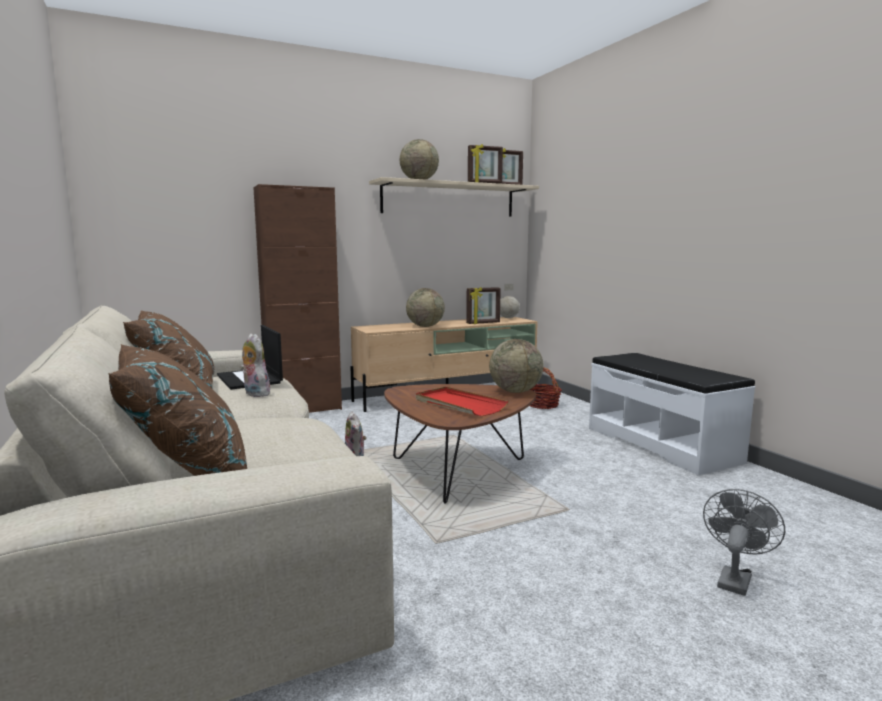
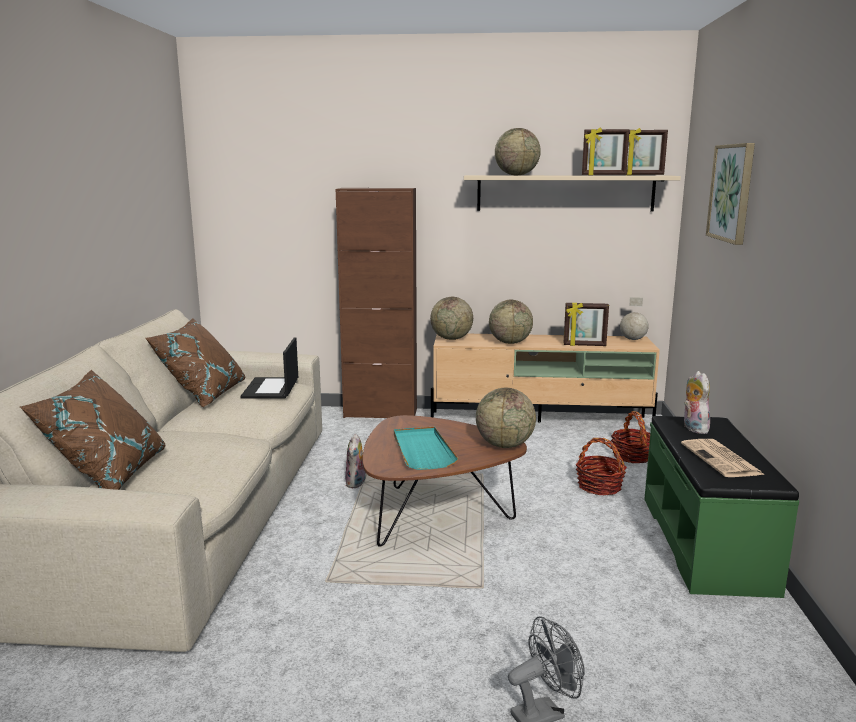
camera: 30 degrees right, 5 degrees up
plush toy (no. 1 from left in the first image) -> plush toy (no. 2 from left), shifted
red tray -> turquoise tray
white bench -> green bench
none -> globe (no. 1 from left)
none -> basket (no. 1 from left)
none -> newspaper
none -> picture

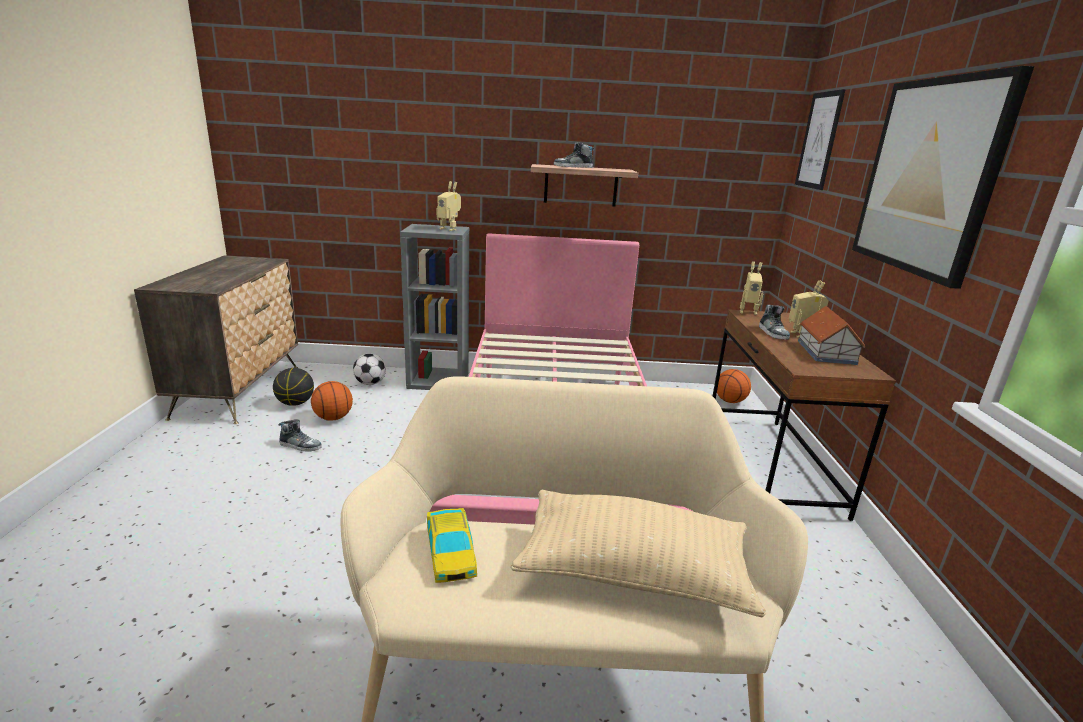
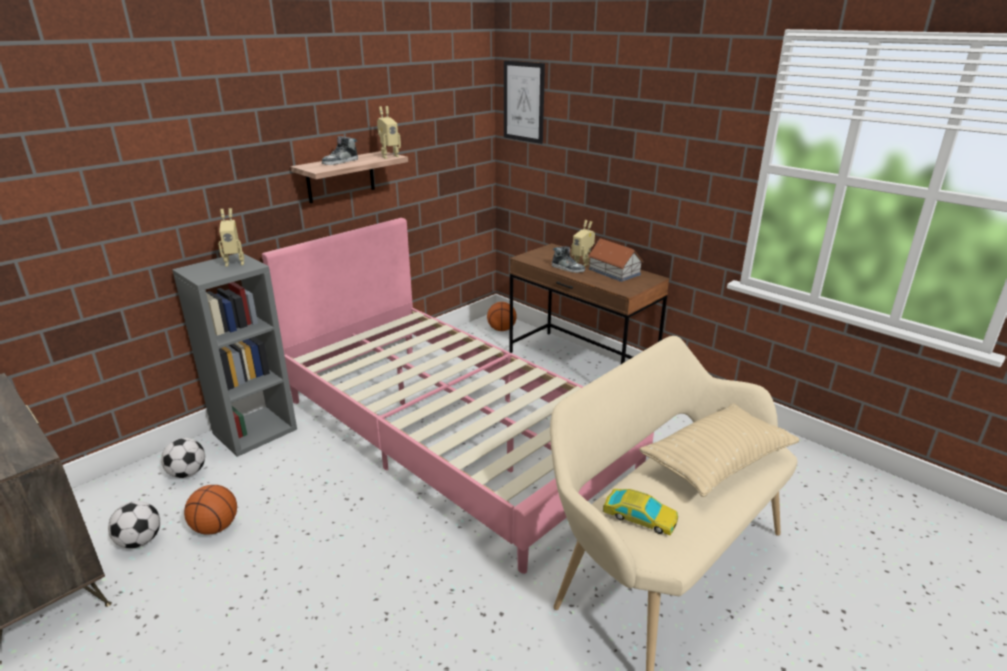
camera: 45 degrees left, 5 degrees up
basketball (no. 1 from left) -> football (no. 1 from left)
shoe (no. 1 from left) -> none
toy robot (no. 2 from left), shifted
picture (no. 2 from left) -> none

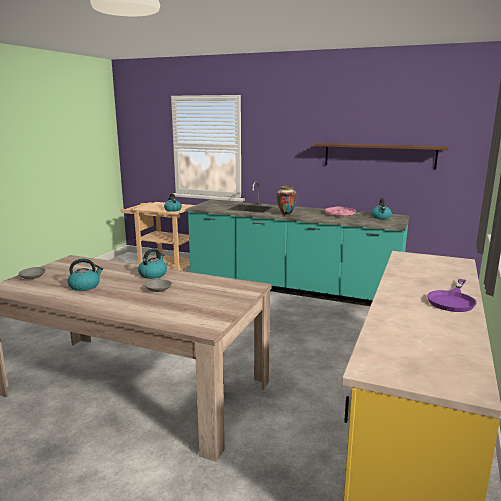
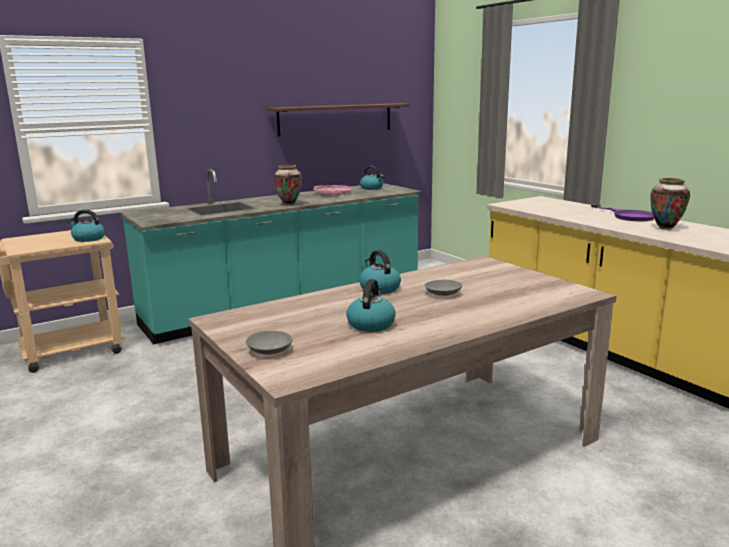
camera: 55 degrees left, 0 degrees up
none -> vase (no. 2 from left)

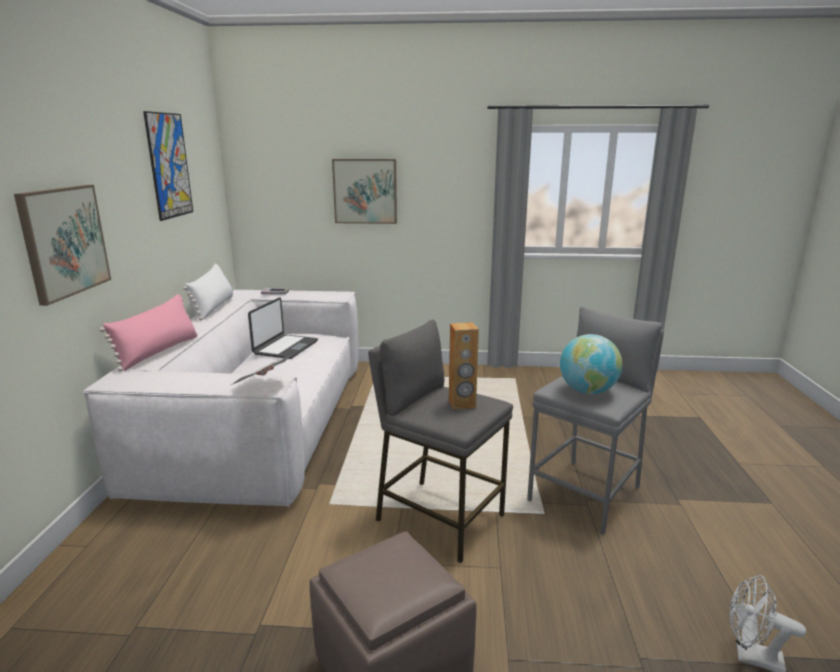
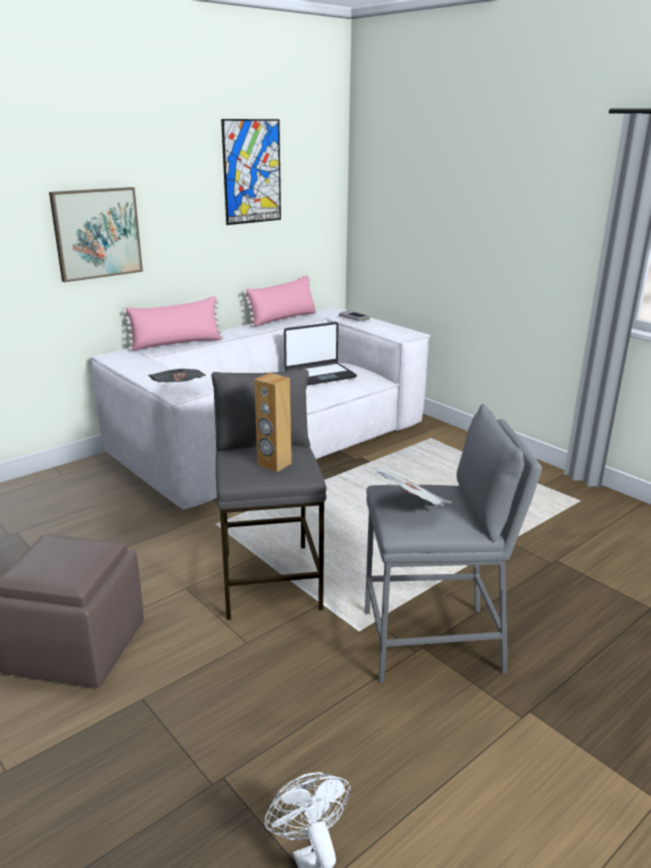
camera: 45 degrees right, 5 degrees up
white pillow -> pink pillow (no. 2 from left)
picture (no. 3 from left) -> none
globe -> newspaper (no. 2 from left)

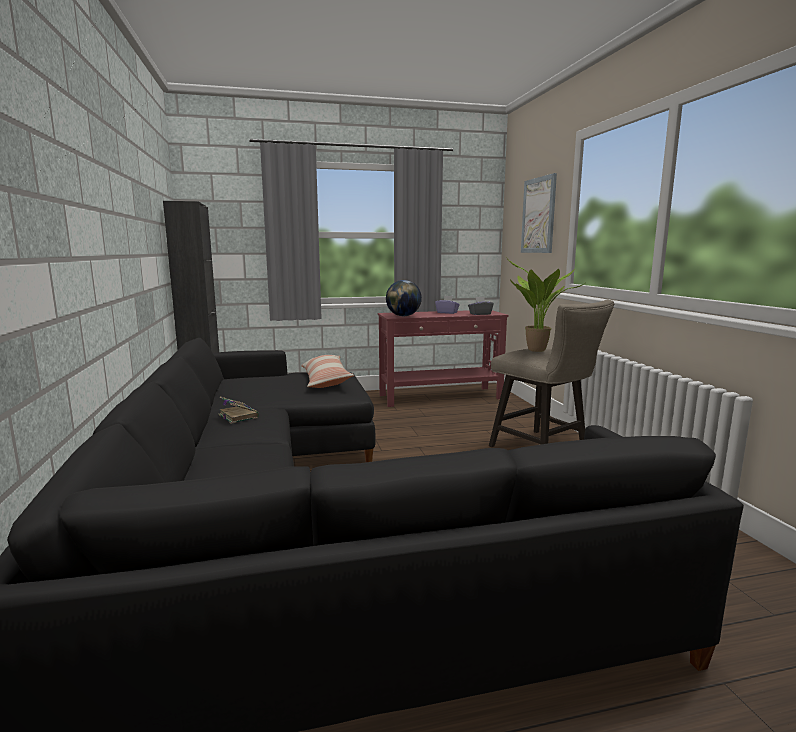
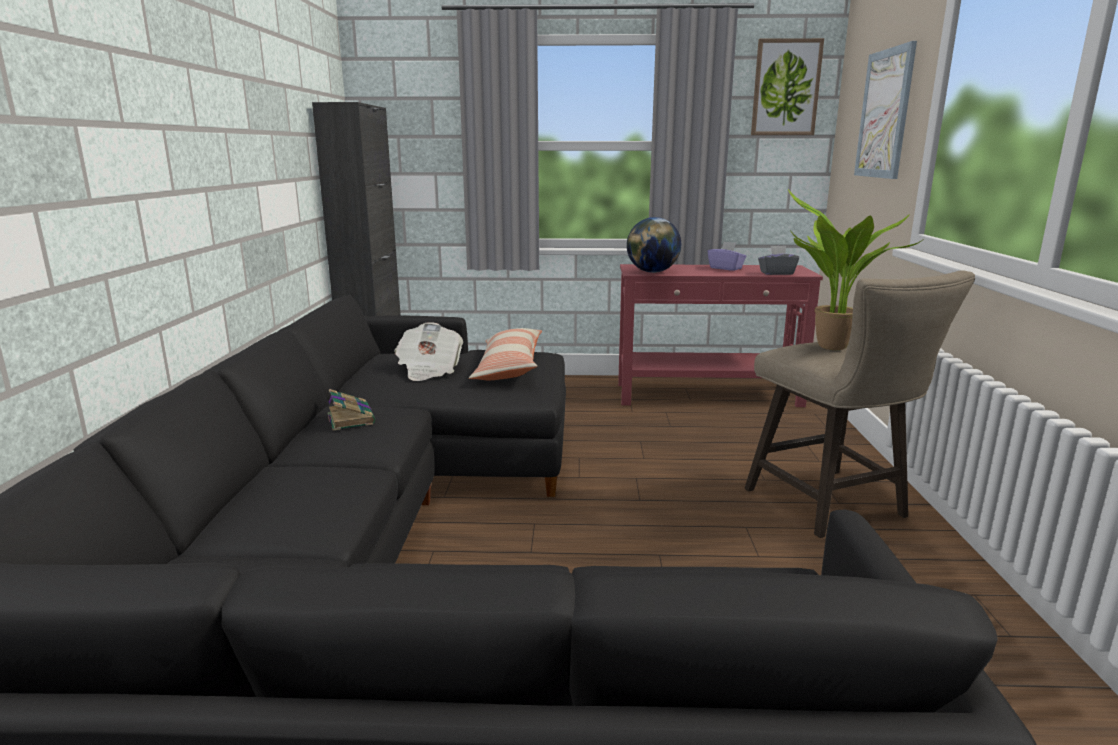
camera: 15 degrees right, 5 degrees up
none -> newspaper
none -> picture (no. 1 from left)

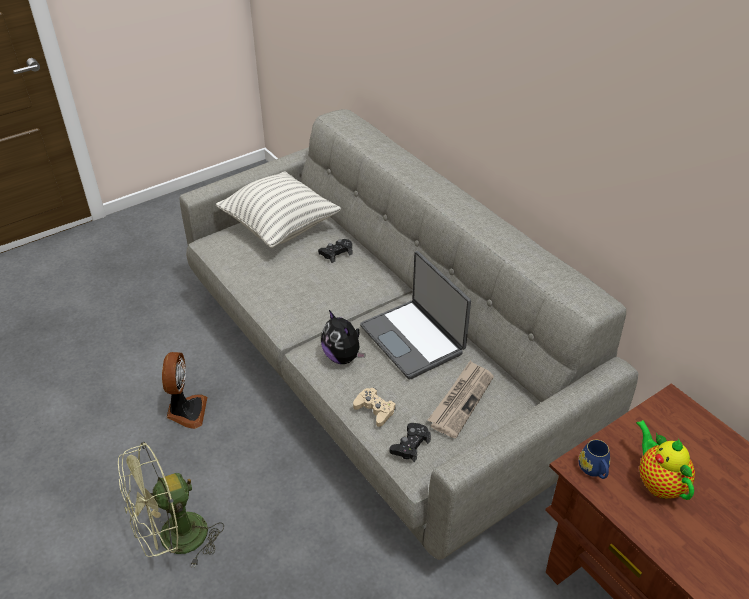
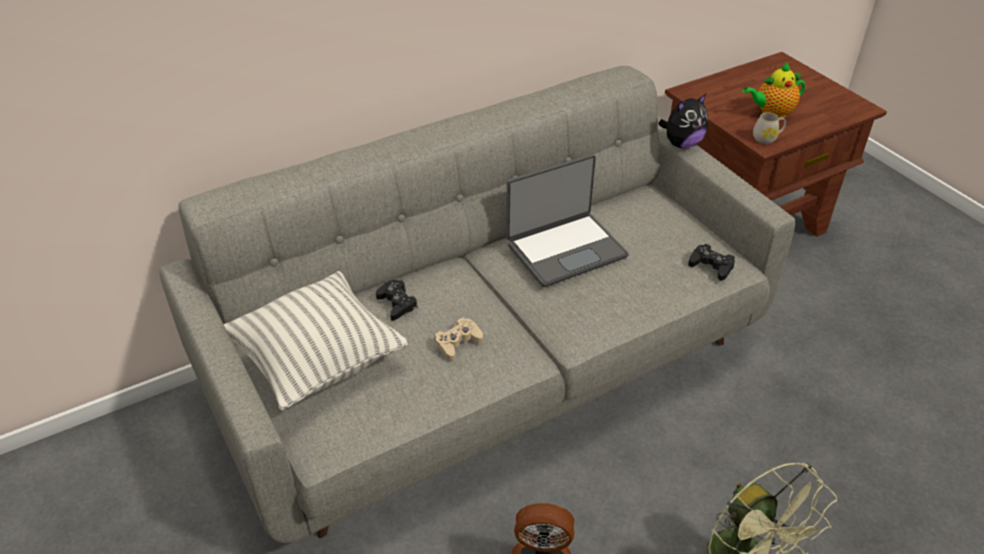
camera: 85 degrees left, 0 degrees up
plush toy, shifted
beige game controller, shifted
newspaper -> none
blue mug -> white mug

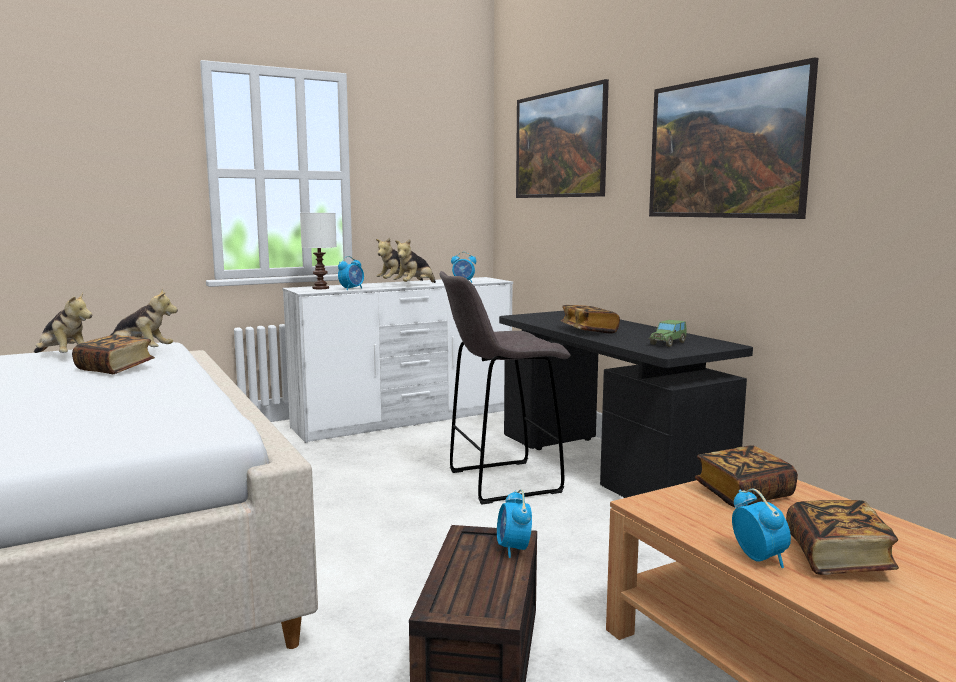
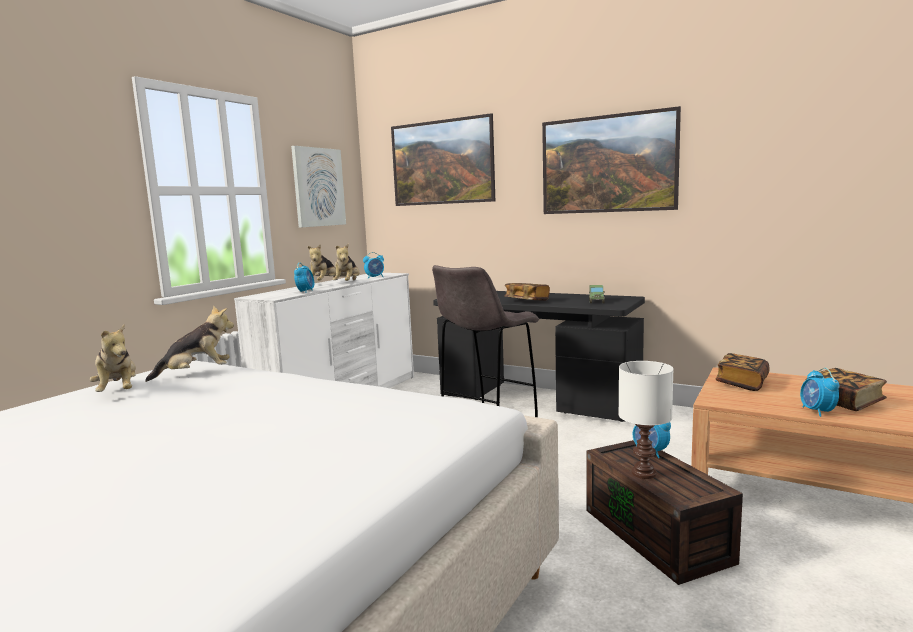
camera: 30 degrees left, 0 degrees up
plush toy (no. 1 from left), 60 degrees clockwise
book (no. 1 from left) -> none
white table lamp, shifted
alarm clock (no. 4 from left), 135 degrees counterclockwise
none -> picture (no. 1 from left)

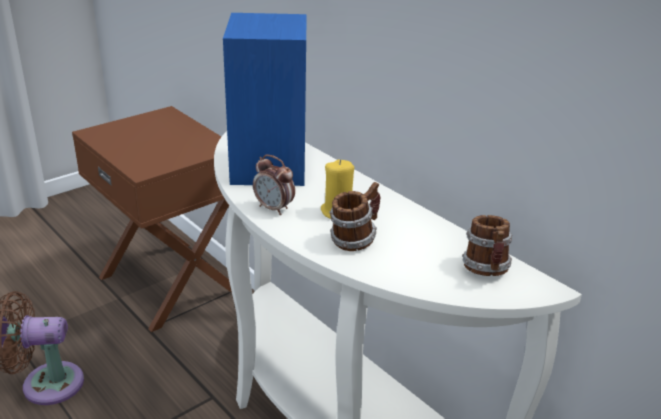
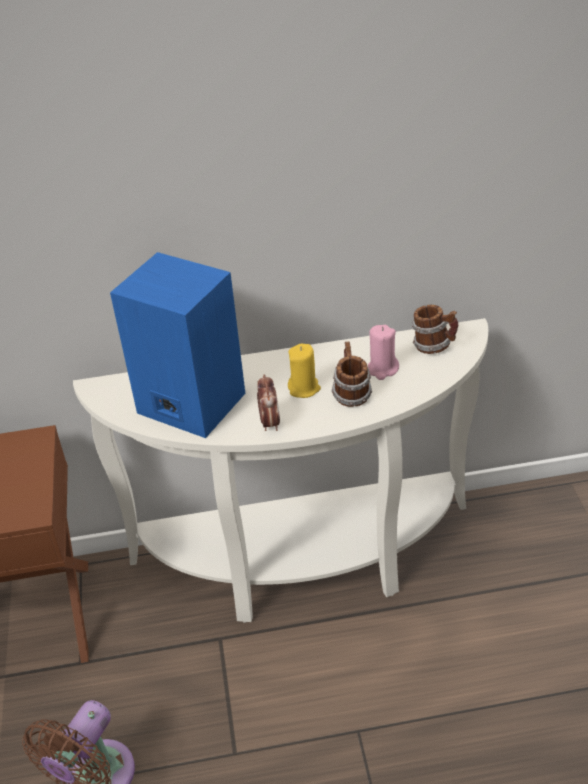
camera: 55 degrees left, 10 degrees up
alarm clock, 75 degrees counterclockwise
none -> pink candle

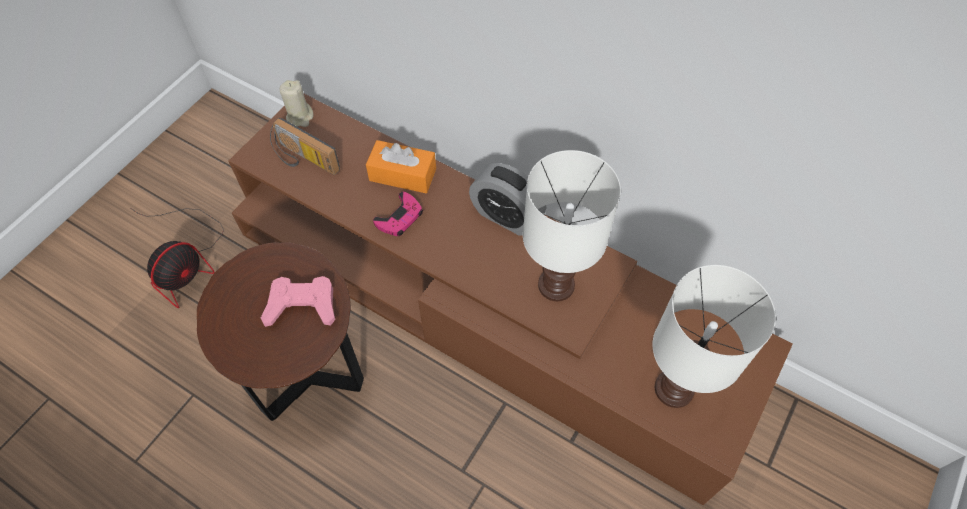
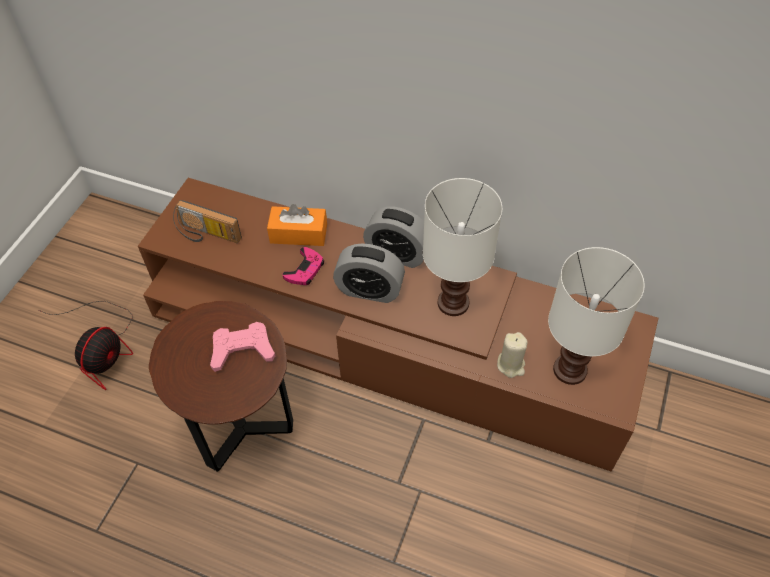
camera: 10 degrees left, 5 degrees down
beige candle, shifted
none -> alarm clock (no. 1 from left)

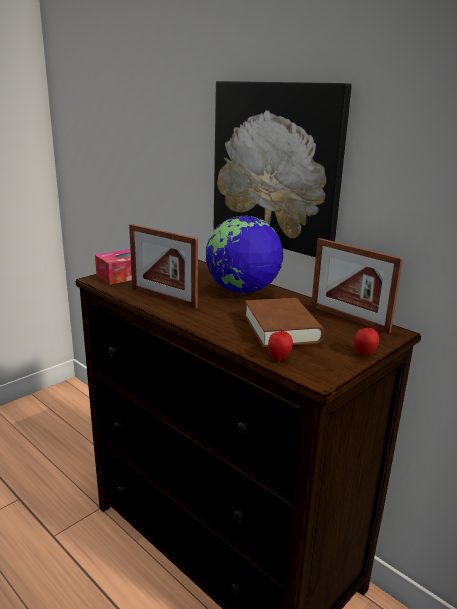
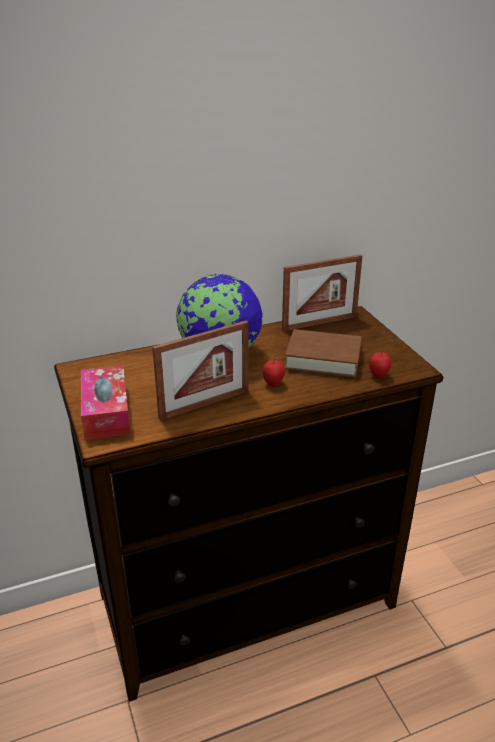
camera: 65 degrees left, 10 degrees up
picture -> none
apple (no. 2 from left in the first image) -> apple (no. 1 from left), shifted

